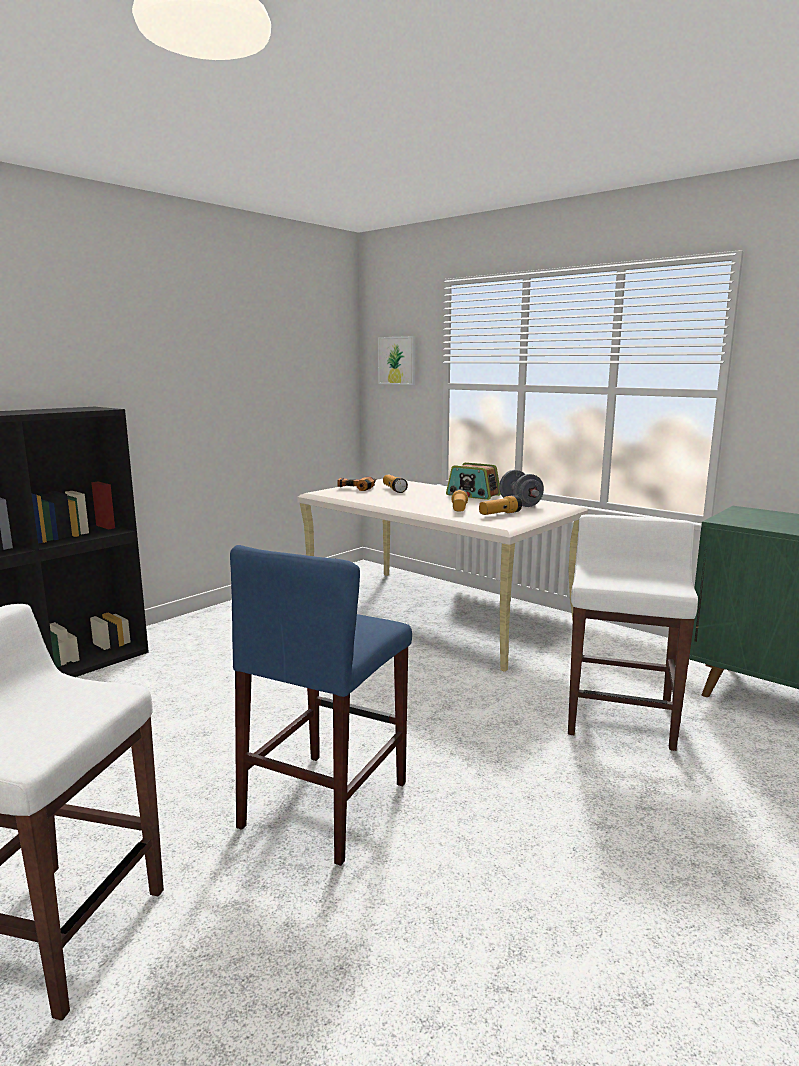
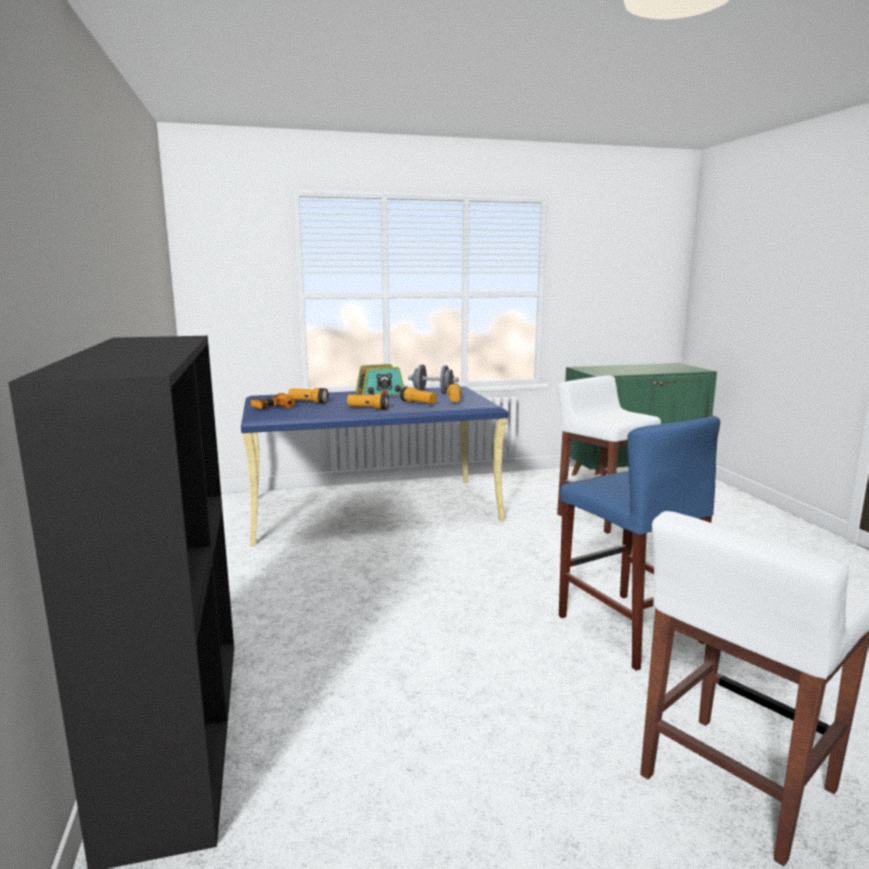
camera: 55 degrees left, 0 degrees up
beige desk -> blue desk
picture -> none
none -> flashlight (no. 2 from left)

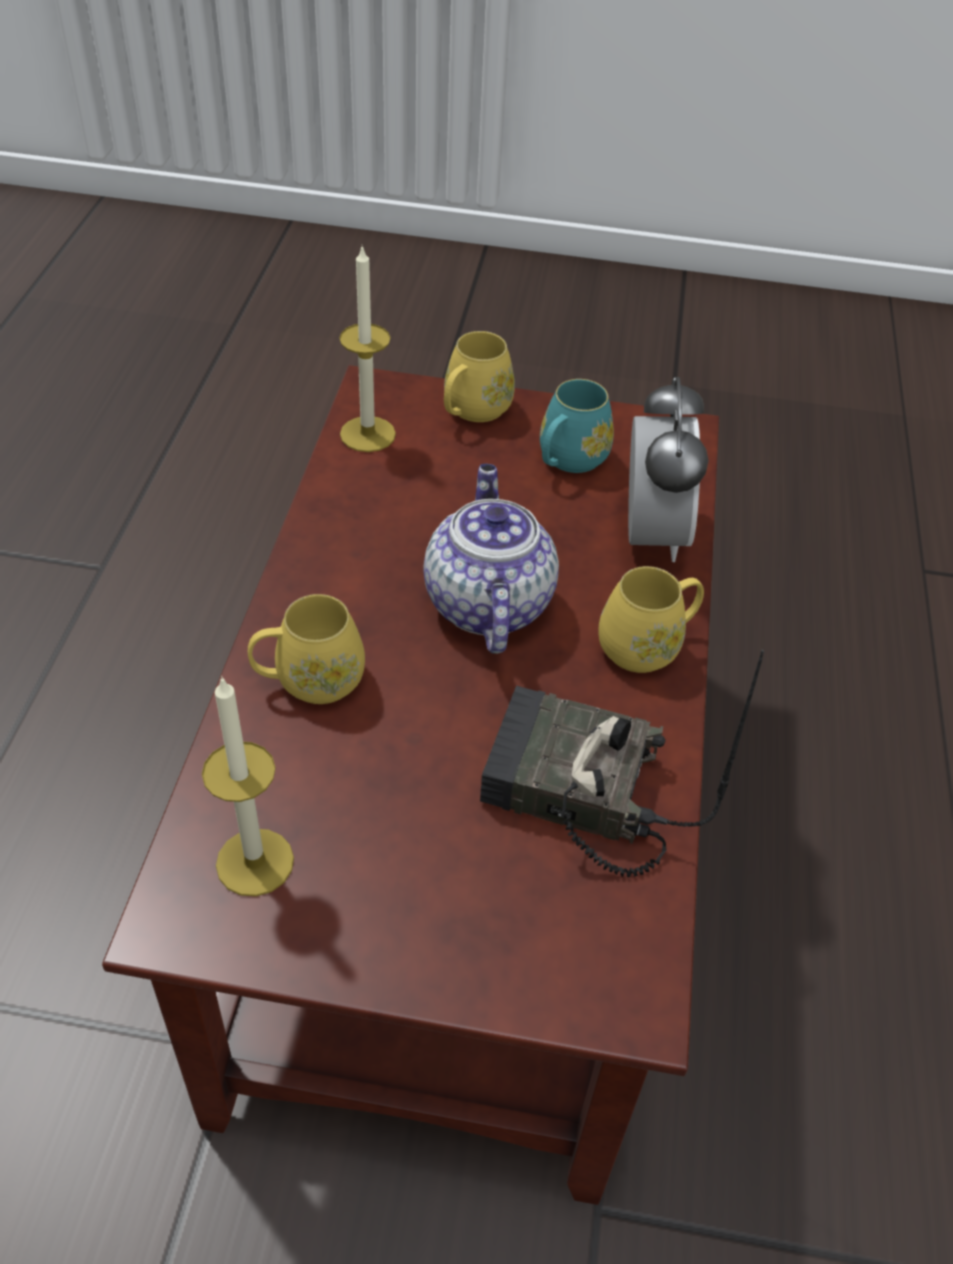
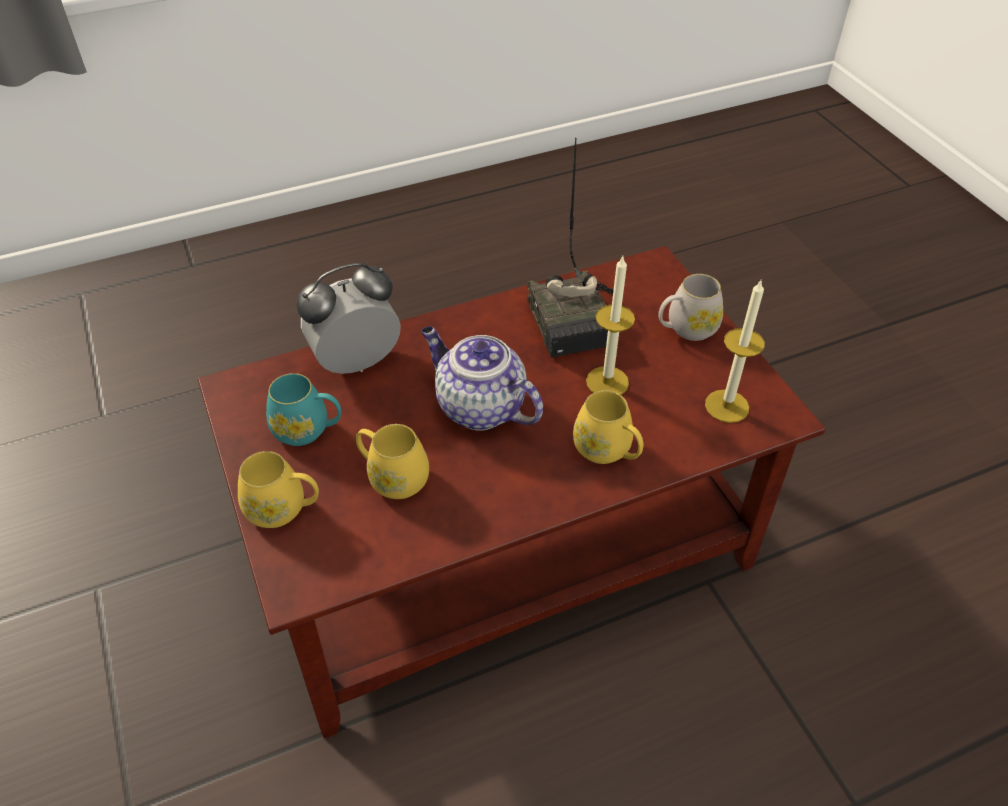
camera: 120 degrees left, 0 degrees up
candle (no. 2 from left in the first image) -> candle (no. 1 from left), shifted
teapot, 75 degrees clockwise
yellow mug (no. 3 from left in the first image) -> yellow mug (no. 2 from left), shifted
none -> white mug

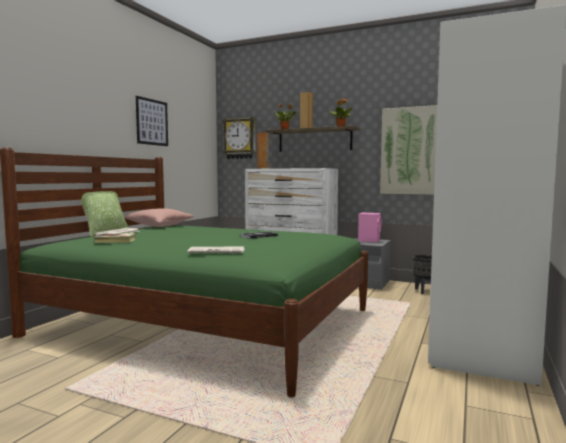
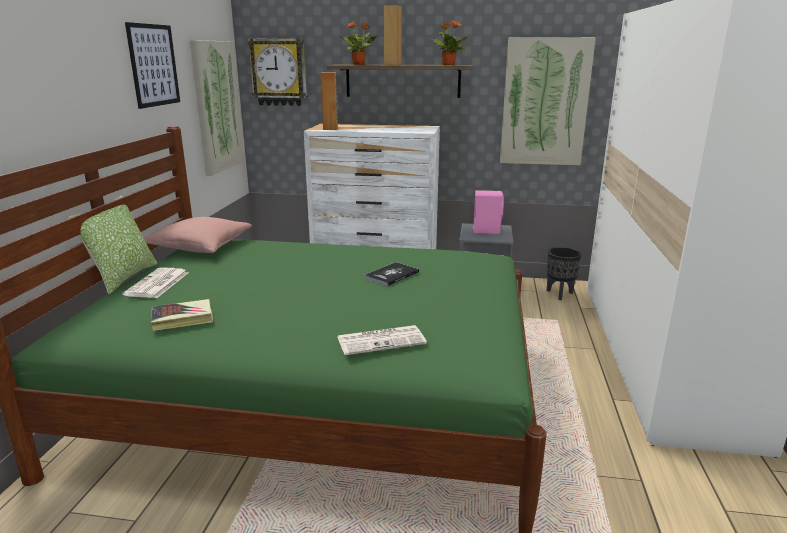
camera: 15 degrees left, 15 degrees up
none -> picture (no. 2 from left)

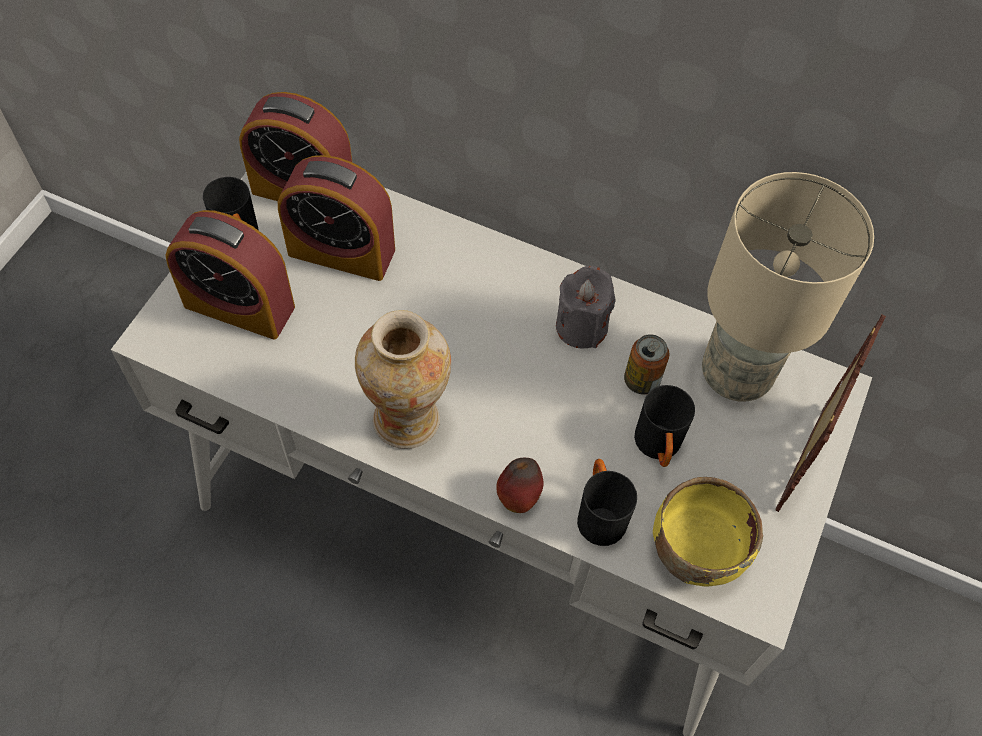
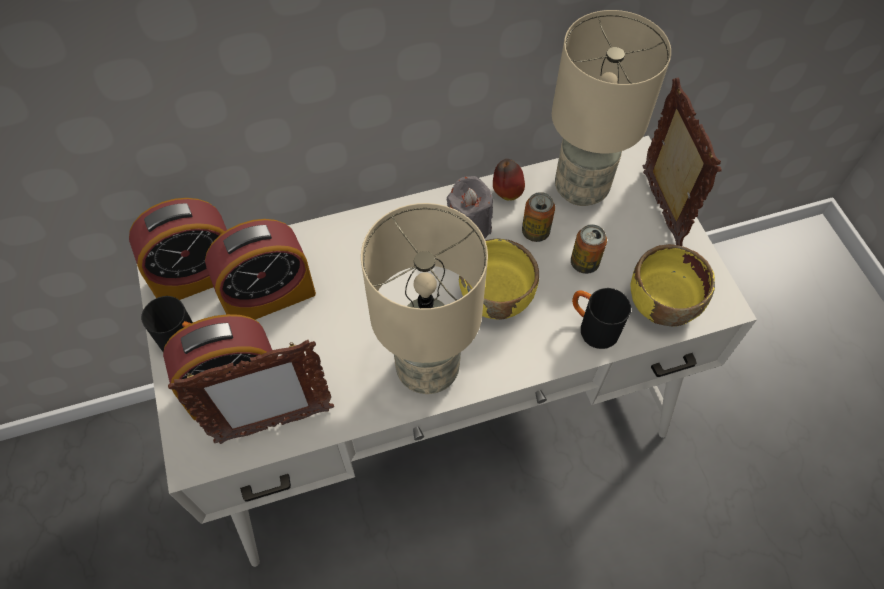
camera: 40 degrees left, 0 degrees up
vase -> beige table lamp (no. 1 from left)
apple, shifted
black mug (no. 3 from left) -> can (no. 2 from left)
none -> picture frame (no. 1 from left)
none -> yellow bowl (no. 1 from left)

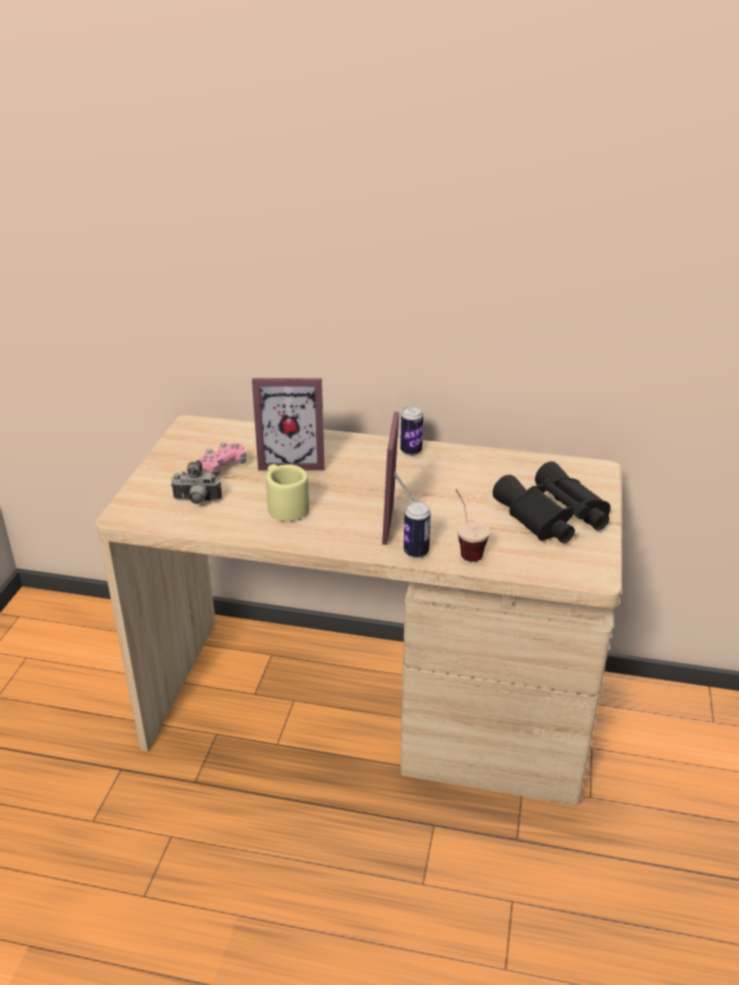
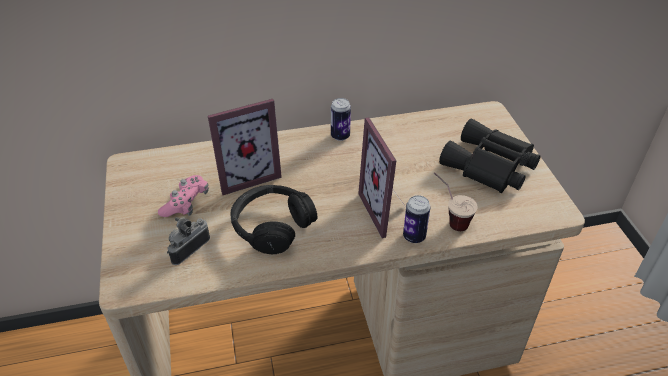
camera: 25 degrees left, 10 degrees up
photo camera, 150 degrees clockwise
beige mug -> black headphones

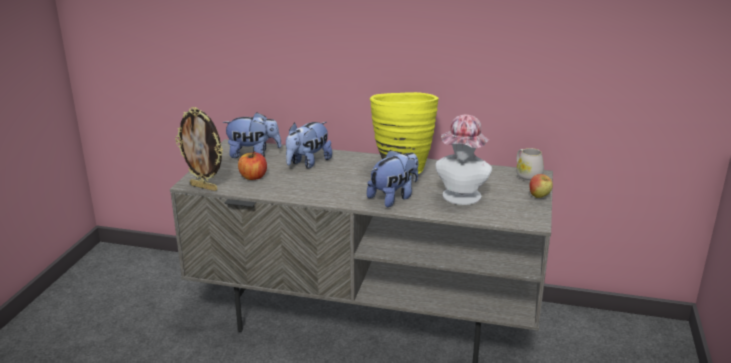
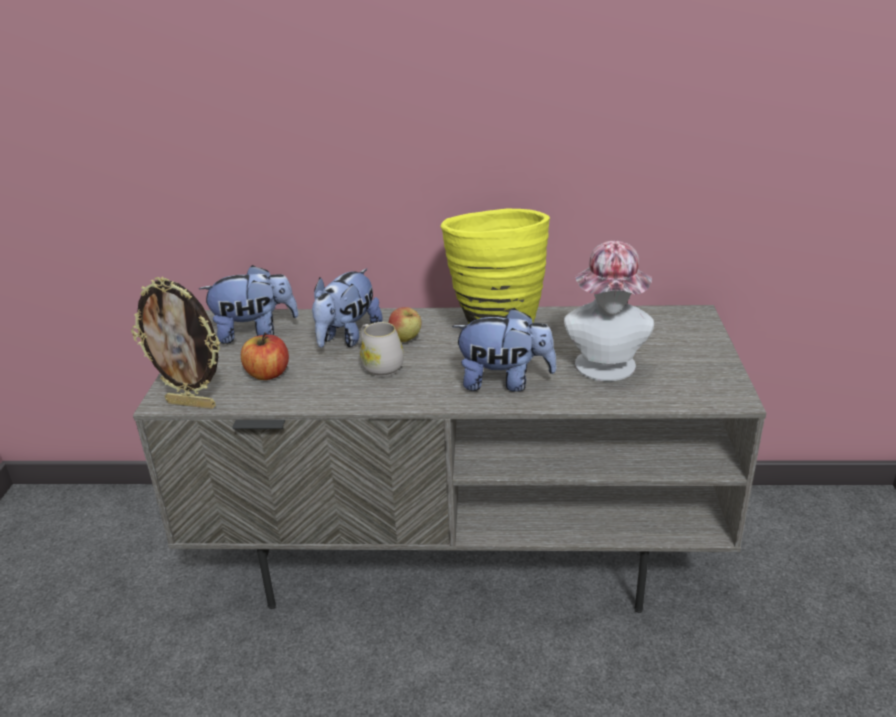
camera: 10 degrees left, 5 degrees up
plush toy (no. 3 from left), 60 degrees clockwise
white mug, shifted
apple (no. 2 from left), shifted

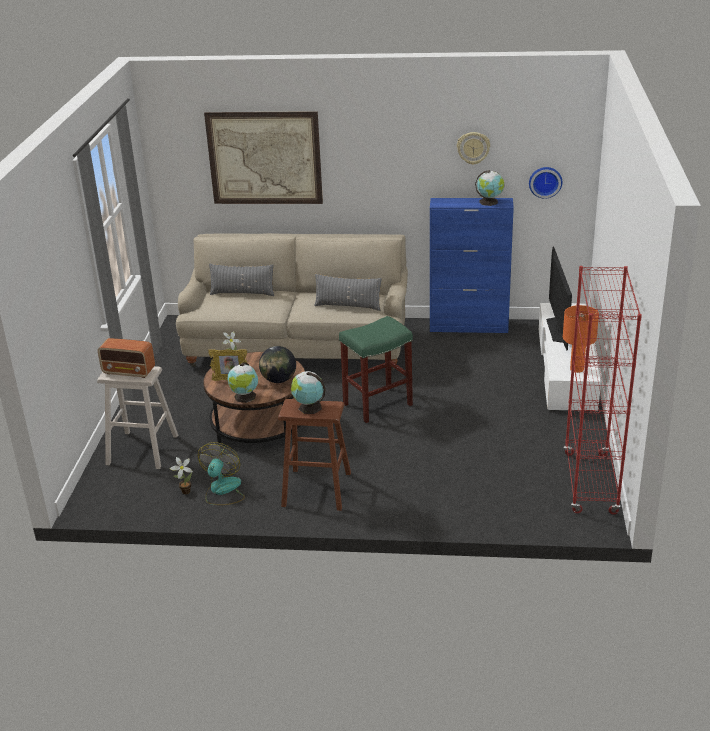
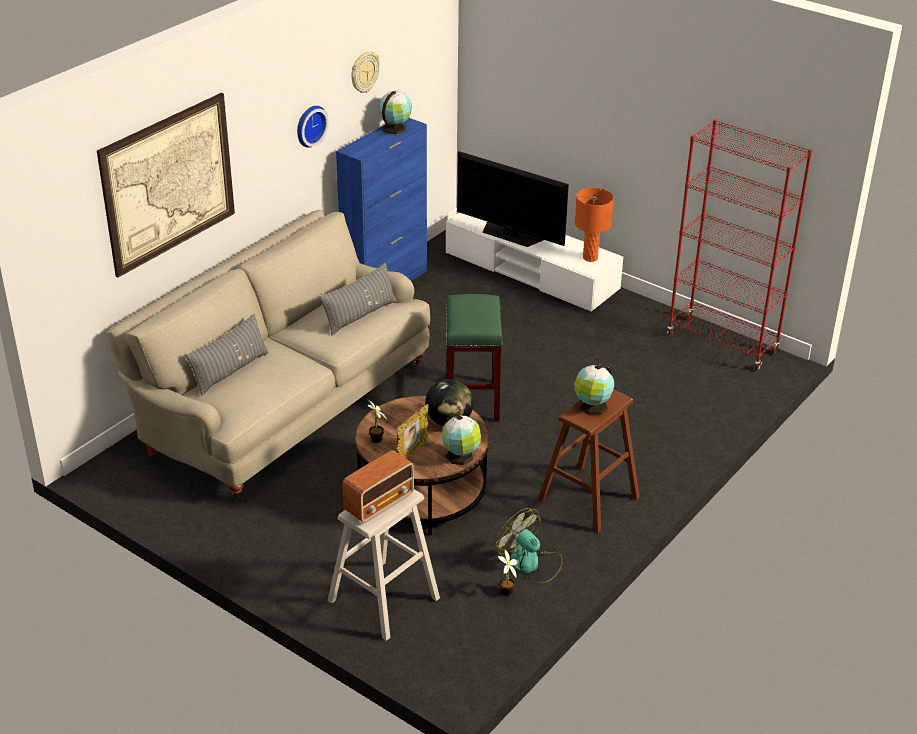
camera: 60 degrees left, 5 degrees up
wall clock (no. 2 from left in the first image) -> wall clock (no. 1 from left), shifted

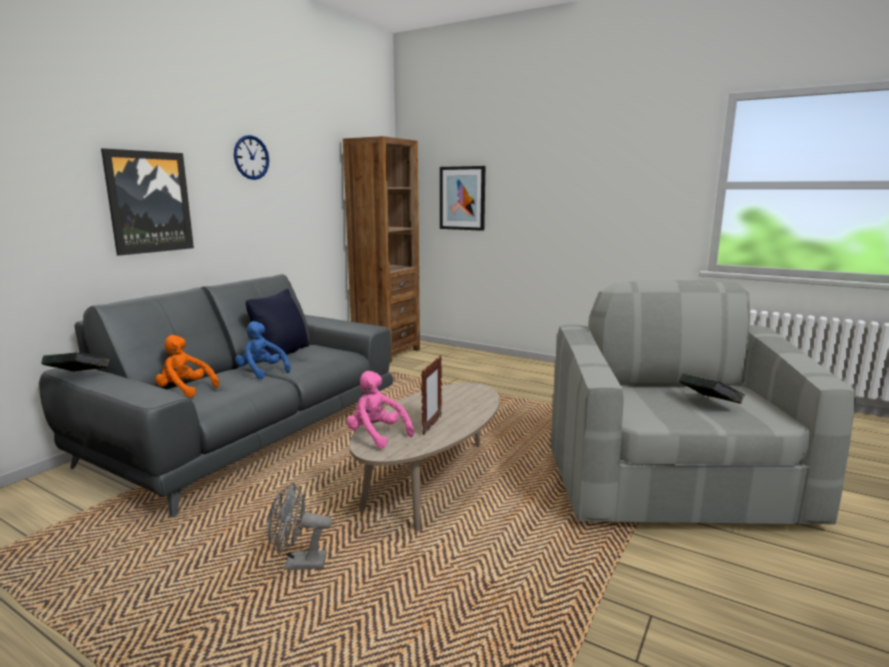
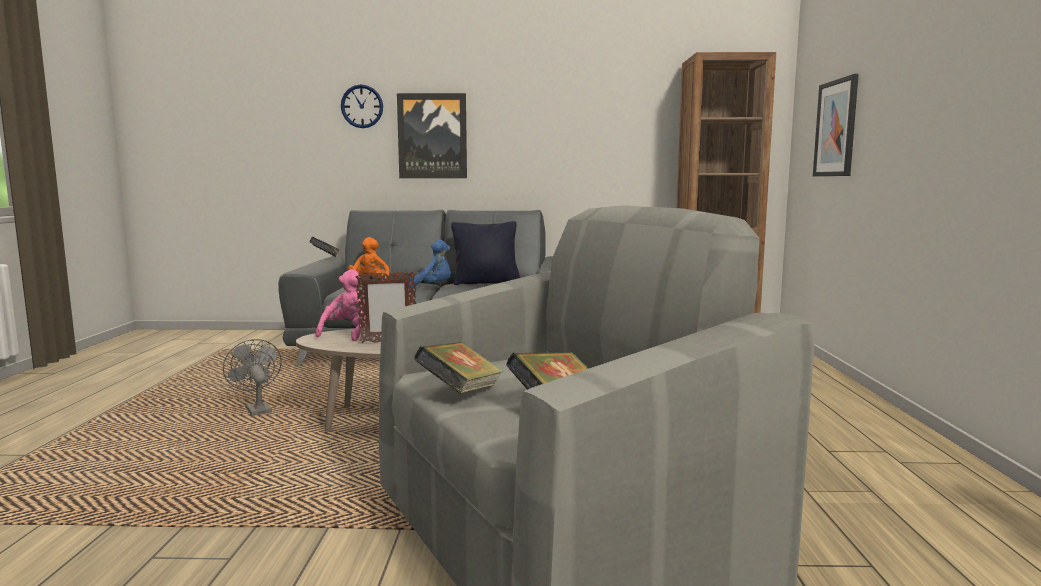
camera: 60 degrees right, 5 degrees down
wall clock, shifted
blue plush toy, 75 degrees clockwise
none -> book (no. 2 from left)

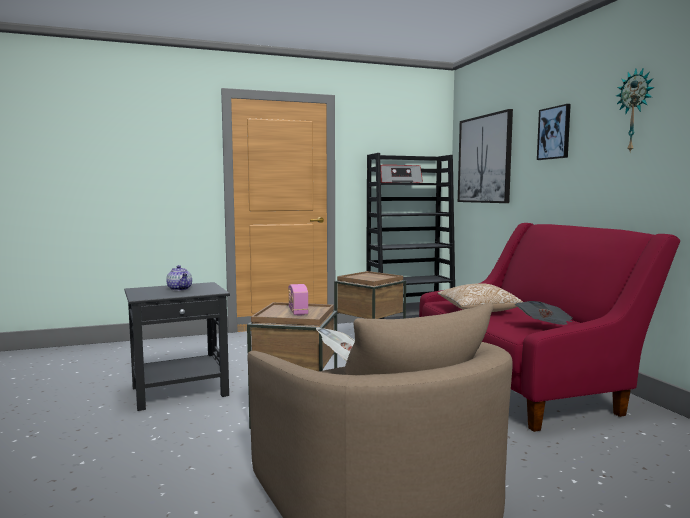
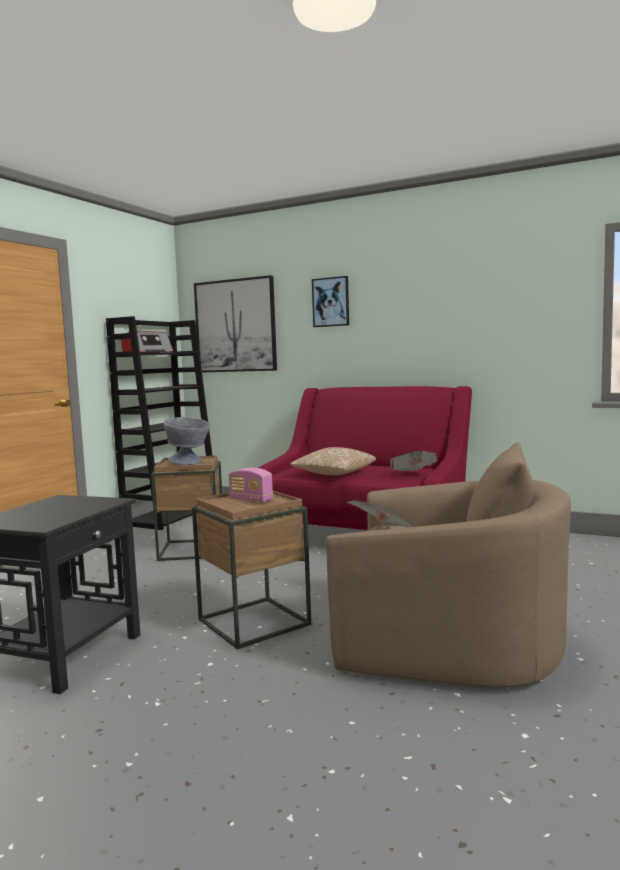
camera: 45 degrees left, 0 degrees up
teapot -> none
wall clock -> none
none -> grey bowl

